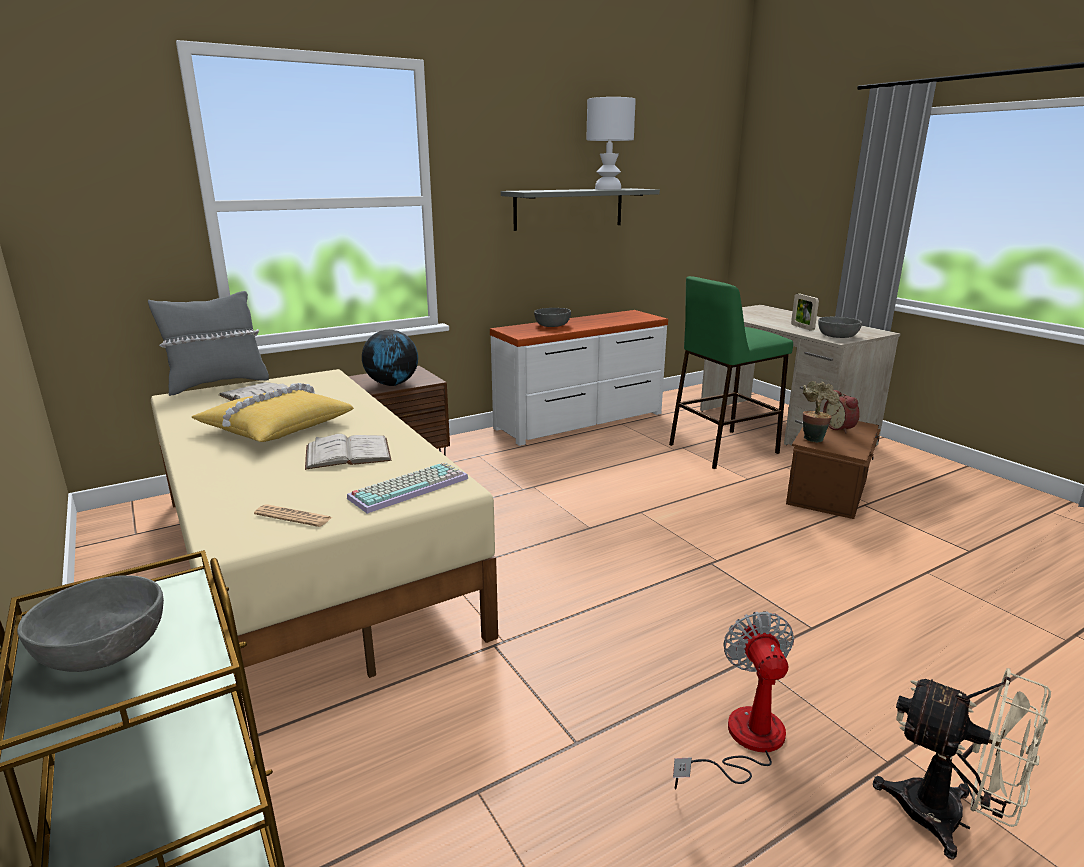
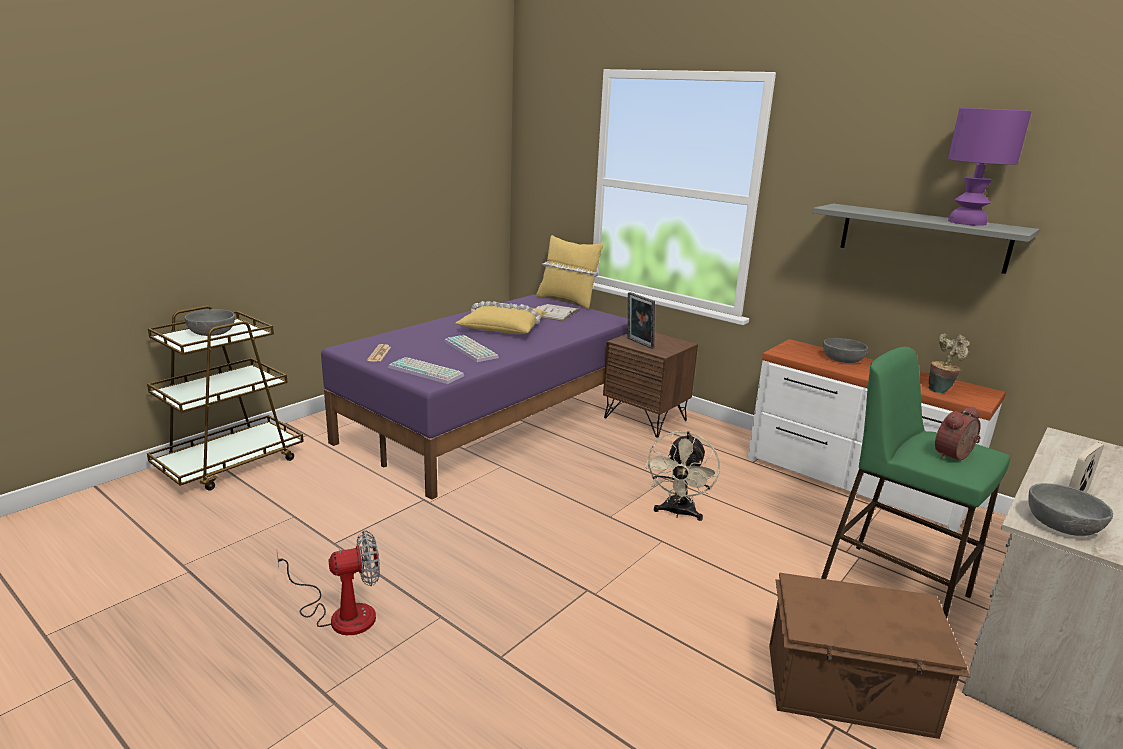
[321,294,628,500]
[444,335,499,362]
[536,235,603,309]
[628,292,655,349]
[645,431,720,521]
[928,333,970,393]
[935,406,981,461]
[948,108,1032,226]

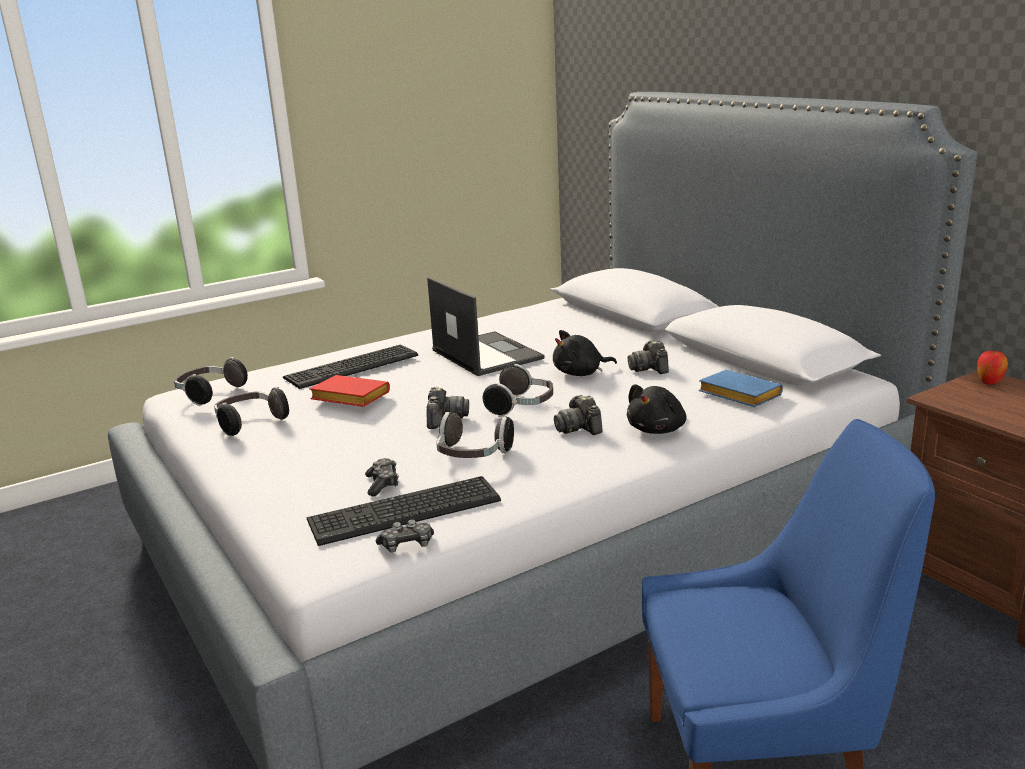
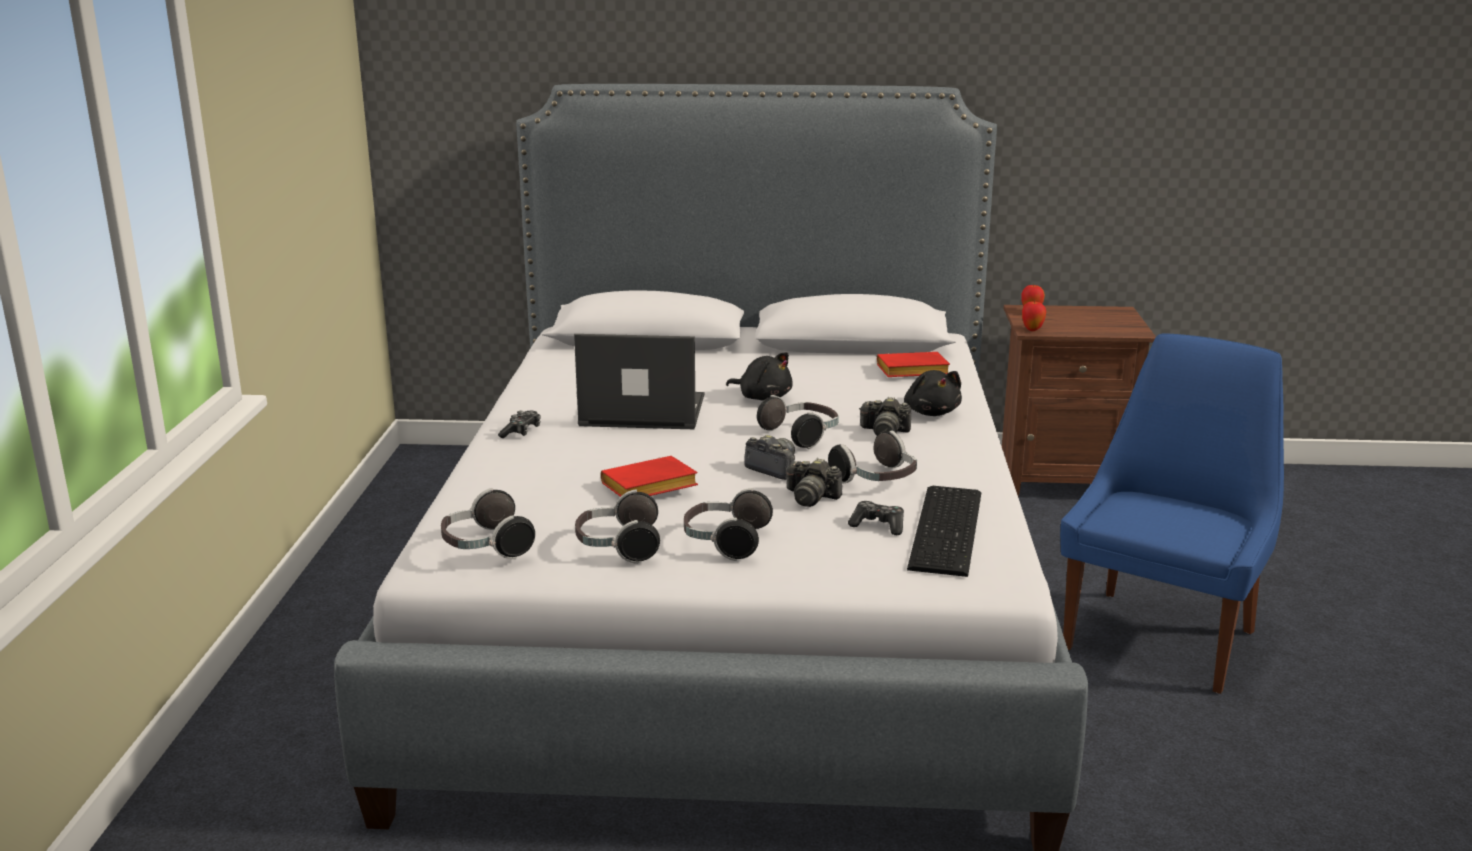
[498,411,541,438]
[684,488,773,561]
[726,352,793,401]
[786,458,842,507]
[877,352,950,377]
[1022,301,1046,331]
[283,344,418,389] (first image)

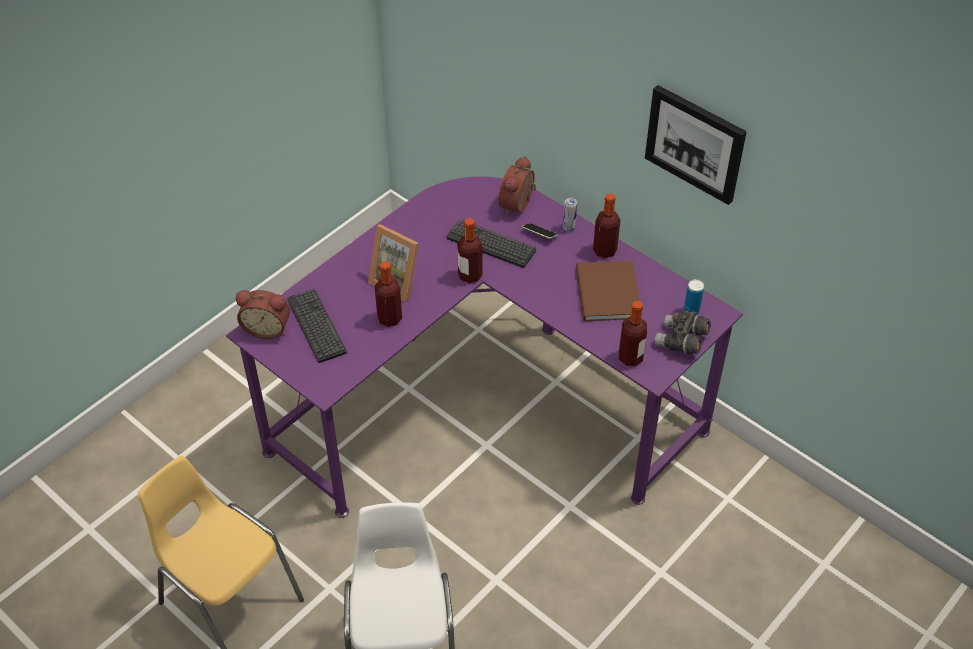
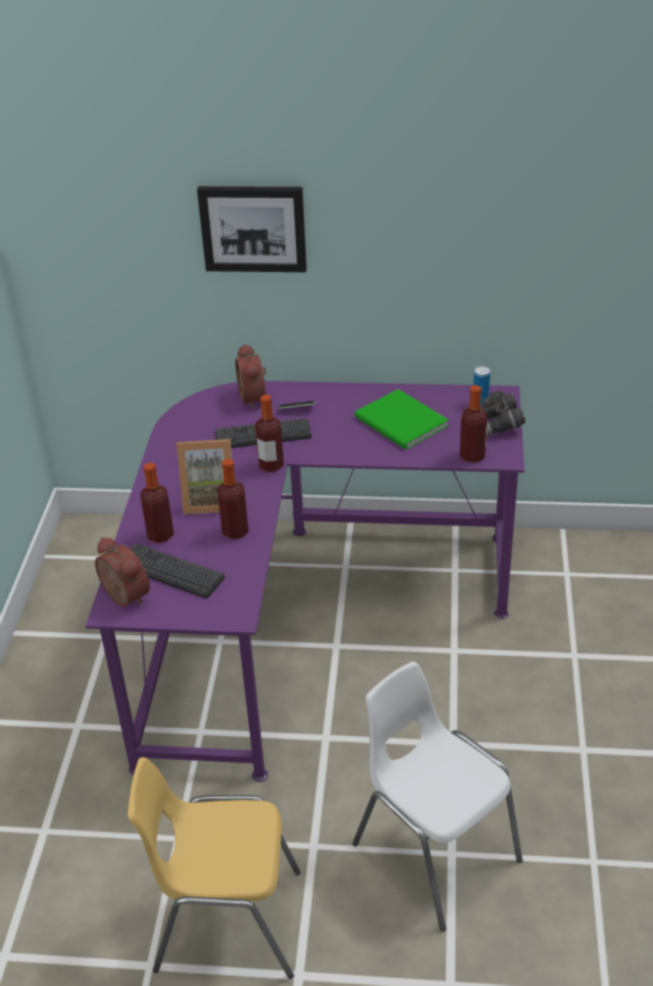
[95,537,150,607]
[140,462,174,543]
[197,186,307,272]
[355,389,449,450]
[563,197,577,231] (first image)

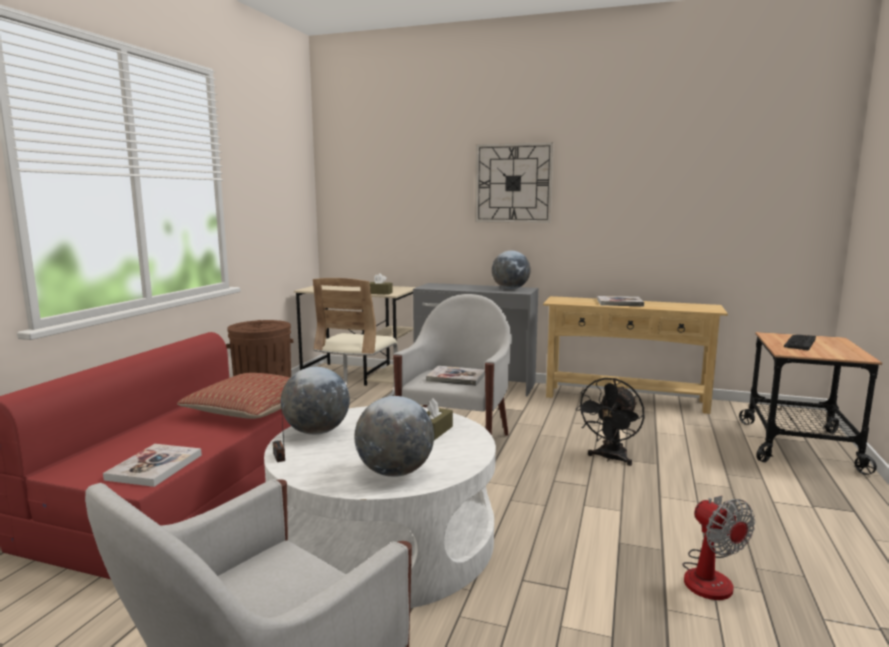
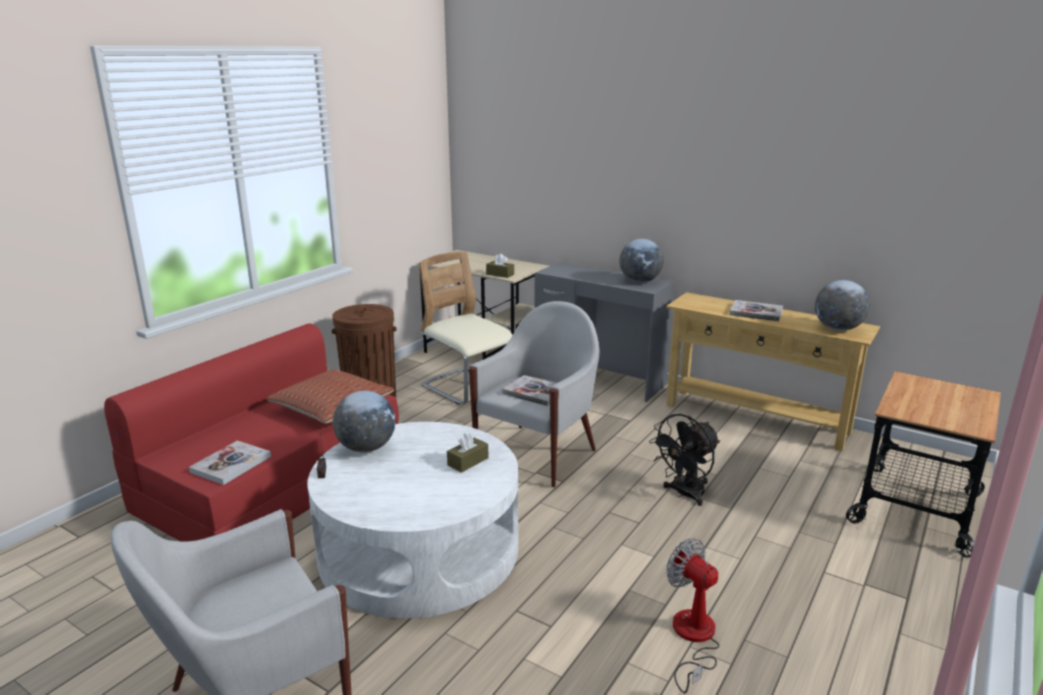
[419,252,513,405]
[666,538,720,693]
[815,280,870,331]
[475,142,554,223] (first image)
[784,335,816,350] (first image)

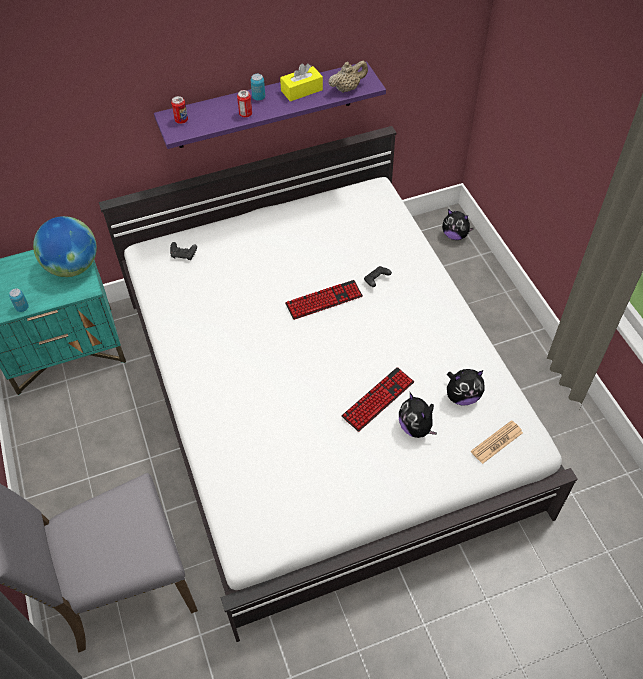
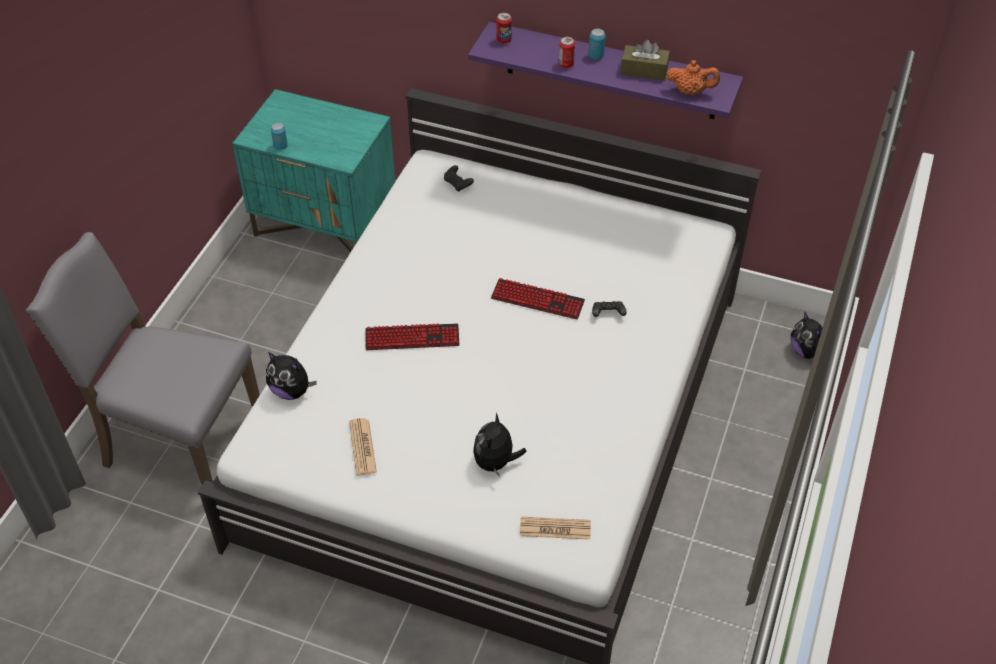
[266,352,317,400]
[349,418,377,475]
[365,323,460,350]
[621,40,670,81]
[666,60,720,95]
[33,216,97,277] (first image)

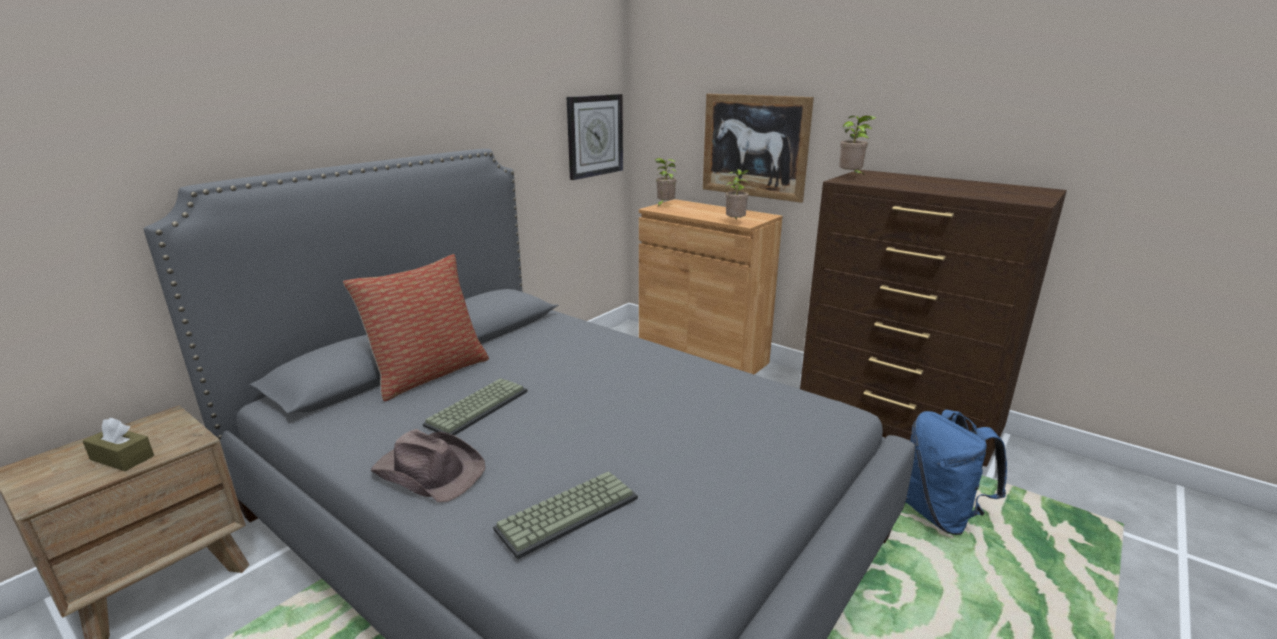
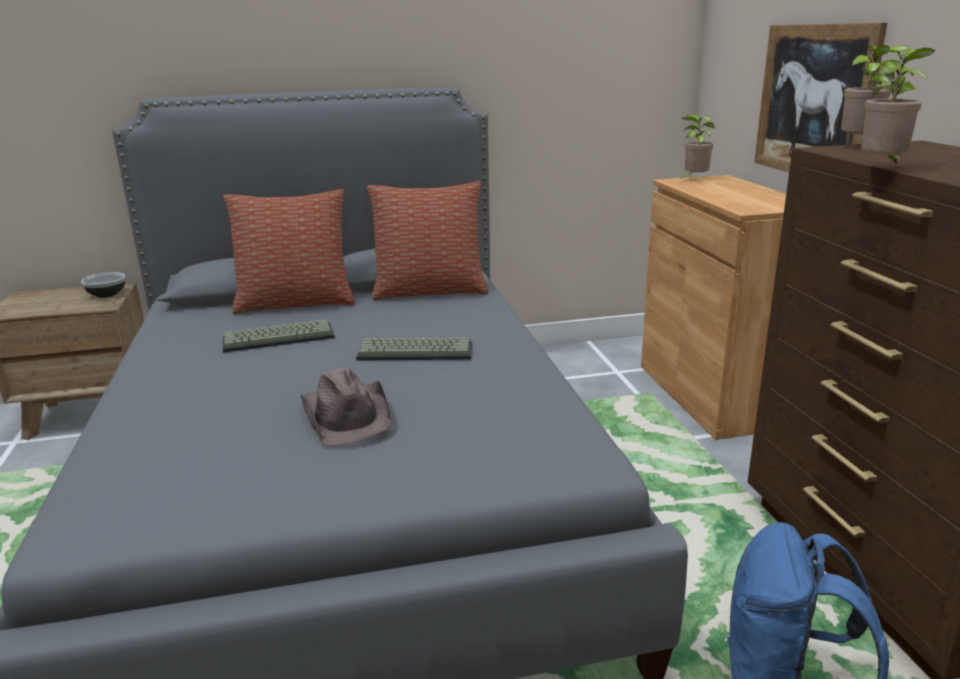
[81,272,125,298]
[300,368,392,446]
[356,337,473,361]
[367,181,488,300]
[861,48,935,165]
[83,418,154,471] (first image)
[567,94,623,180] (first image)

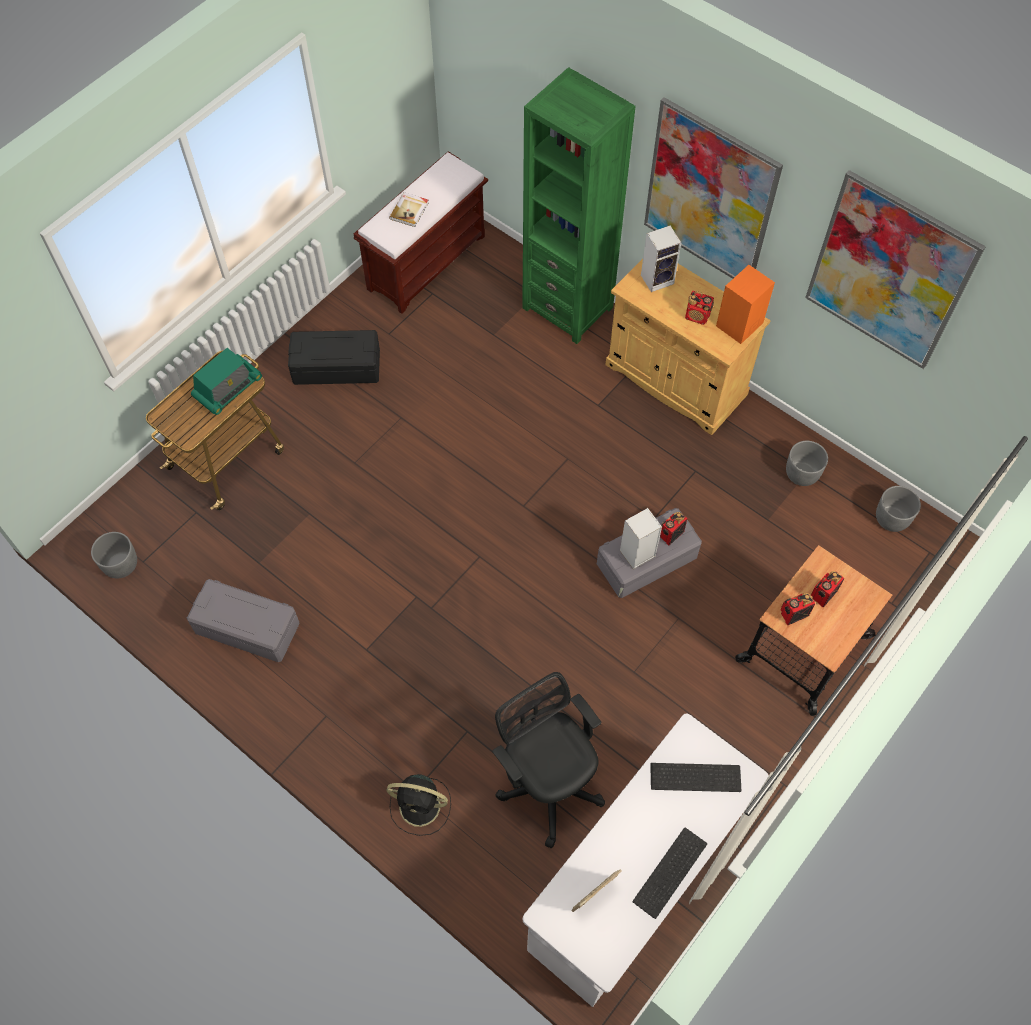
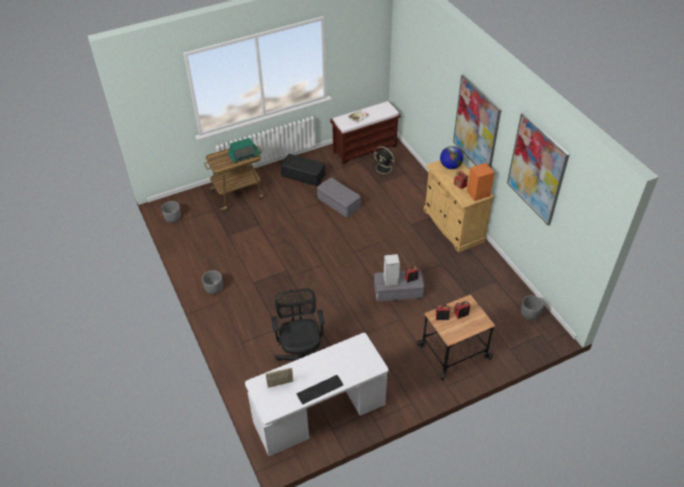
[202,270,223,294]
[317,178,361,218]
[372,146,395,177]
[440,146,463,169]
[522,67,636,344] (first image)
[650,763,742,792] (first image)

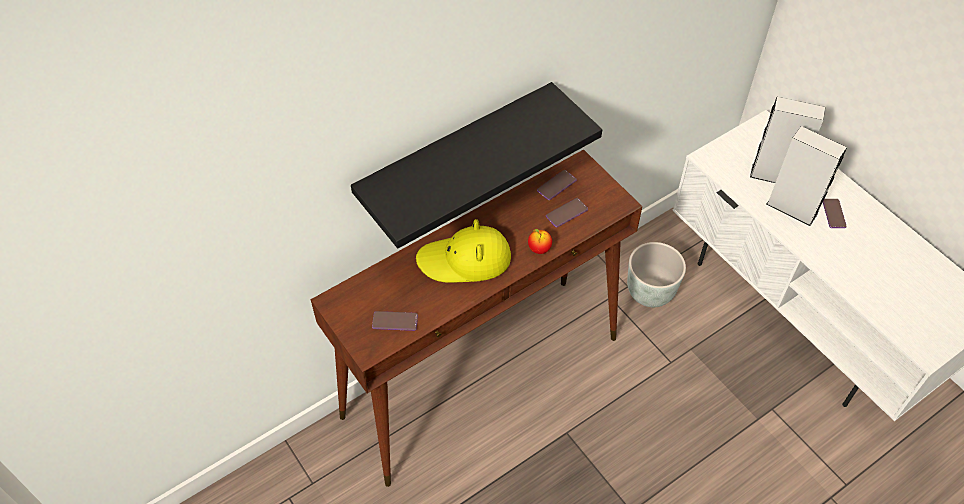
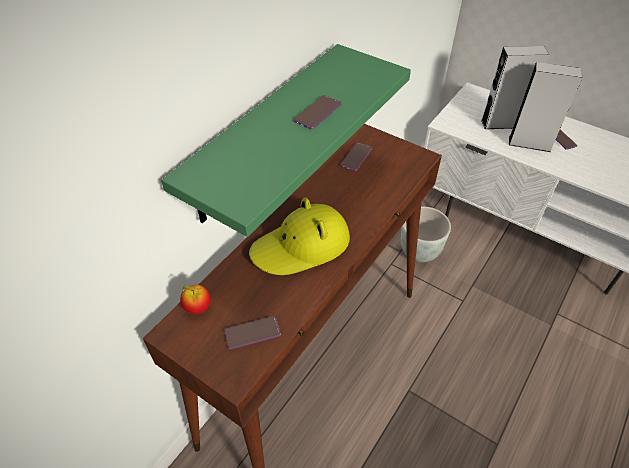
[161,44,411,237]
[180,285,211,315]
[294,95,341,129]

